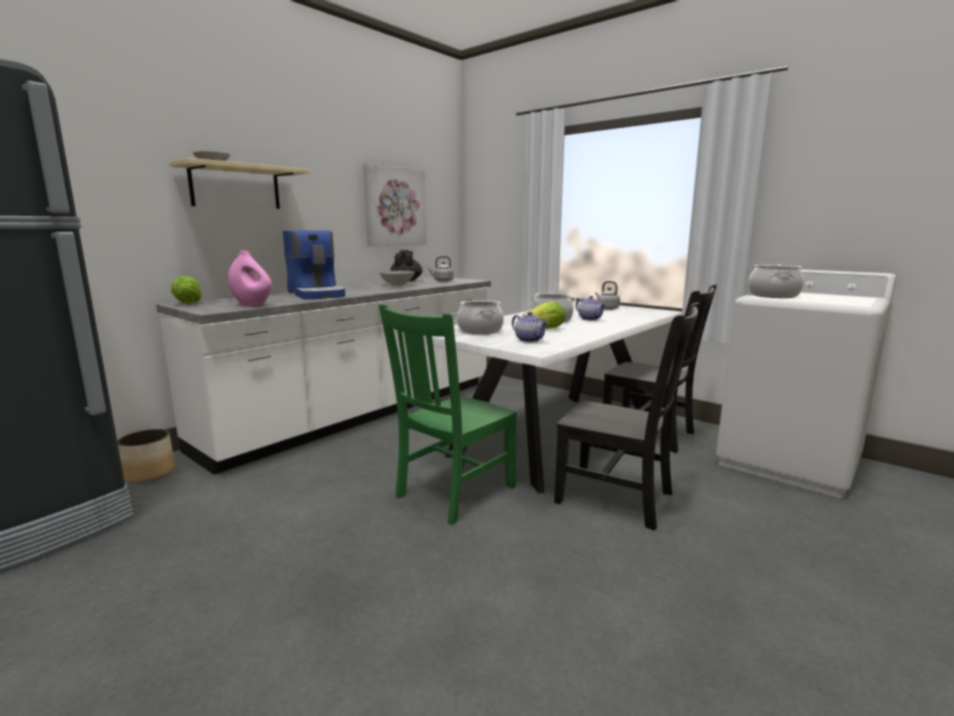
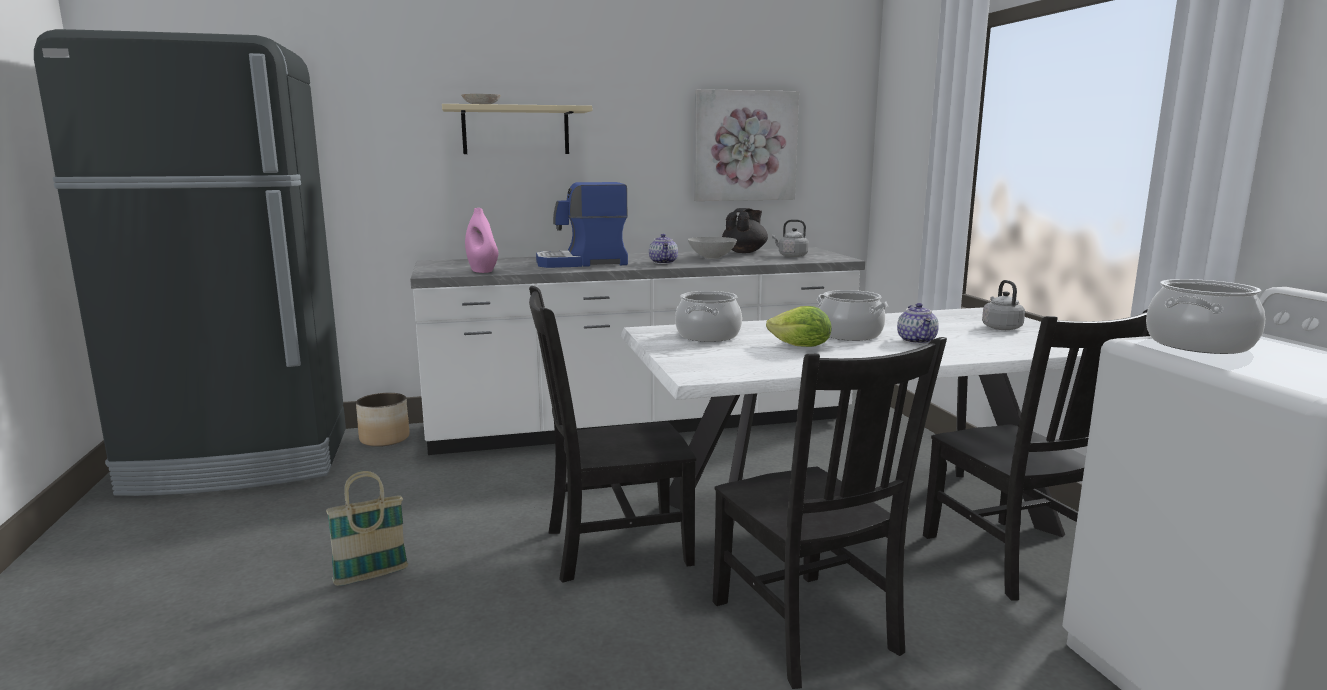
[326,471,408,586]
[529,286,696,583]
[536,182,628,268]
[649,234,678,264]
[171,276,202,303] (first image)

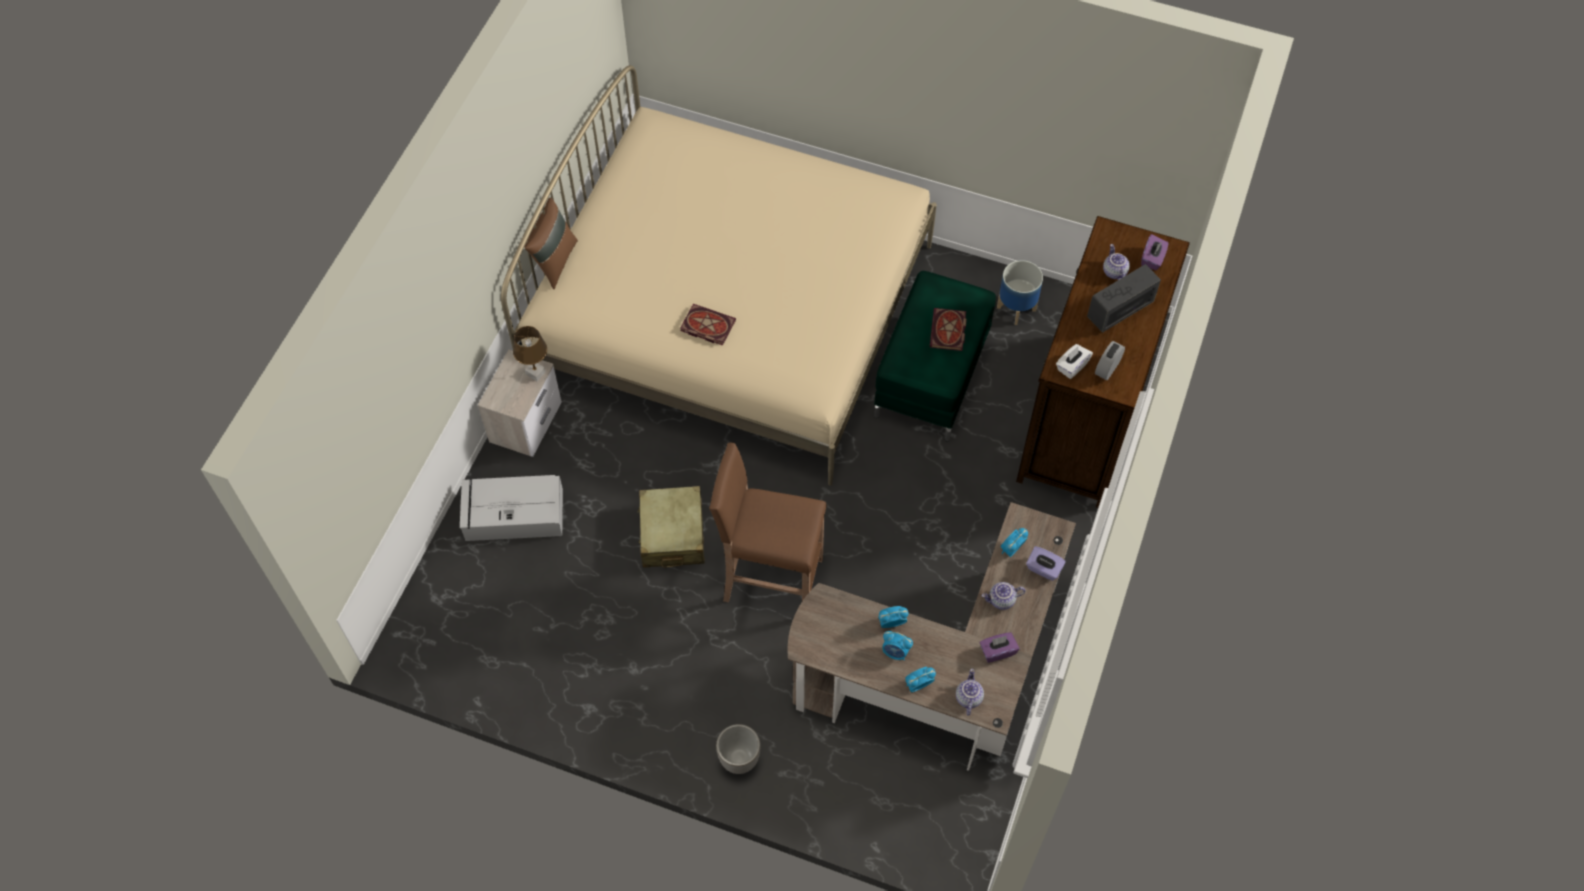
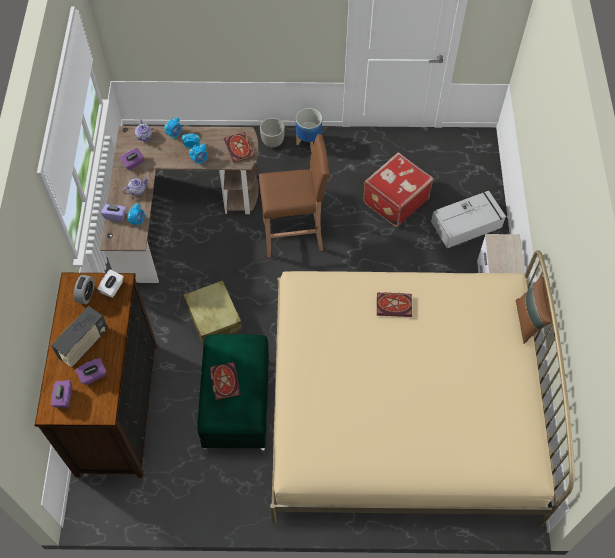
[75,358,106,385]
[184,280,242,345]
[224,132,255,163]
[296,108,322,152]
[363,152,434,227]
[513,326,547,381] (first image)

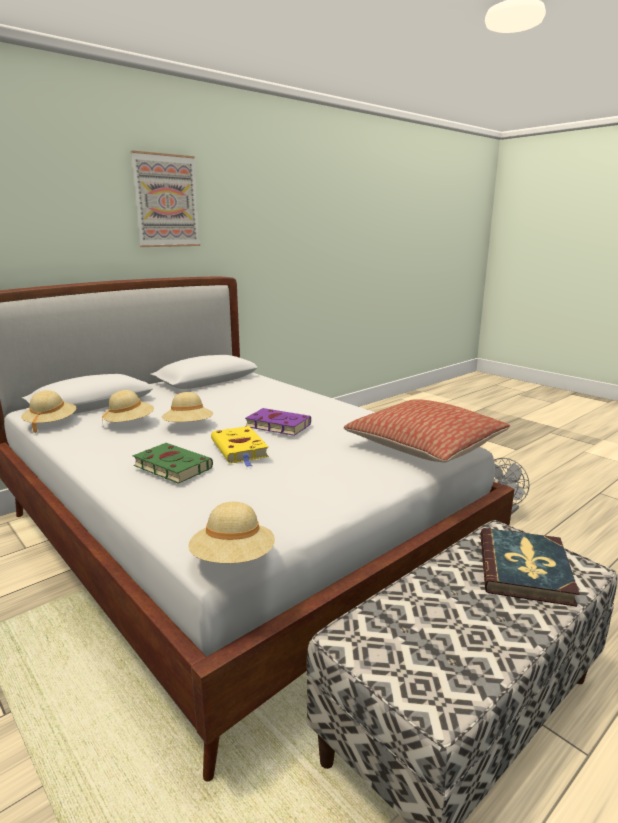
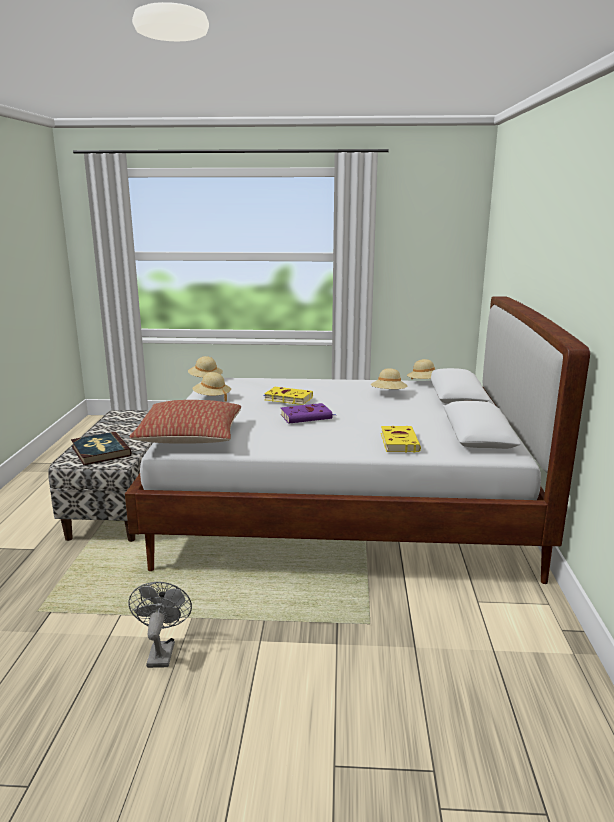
[192,372,231,402]
[381,426,421,453]
[131,150,200,247] (first image)
[133,443,213,484] (first image)

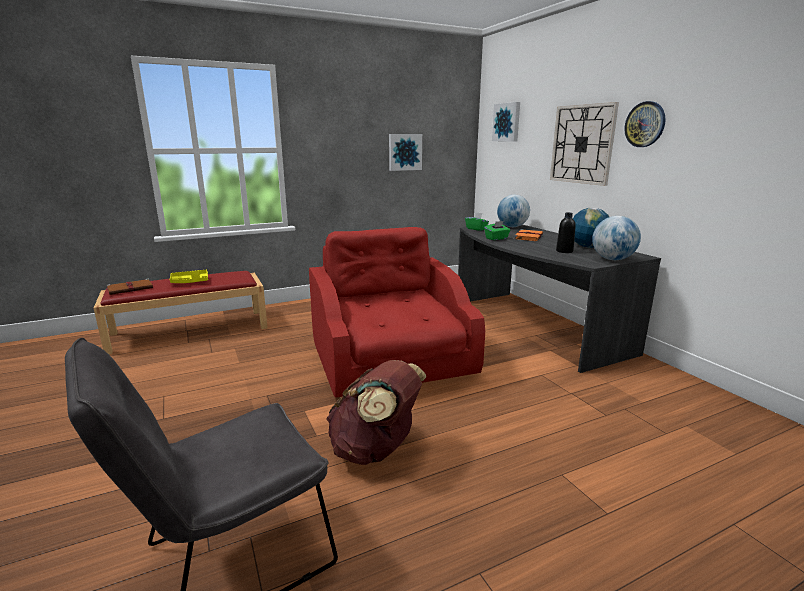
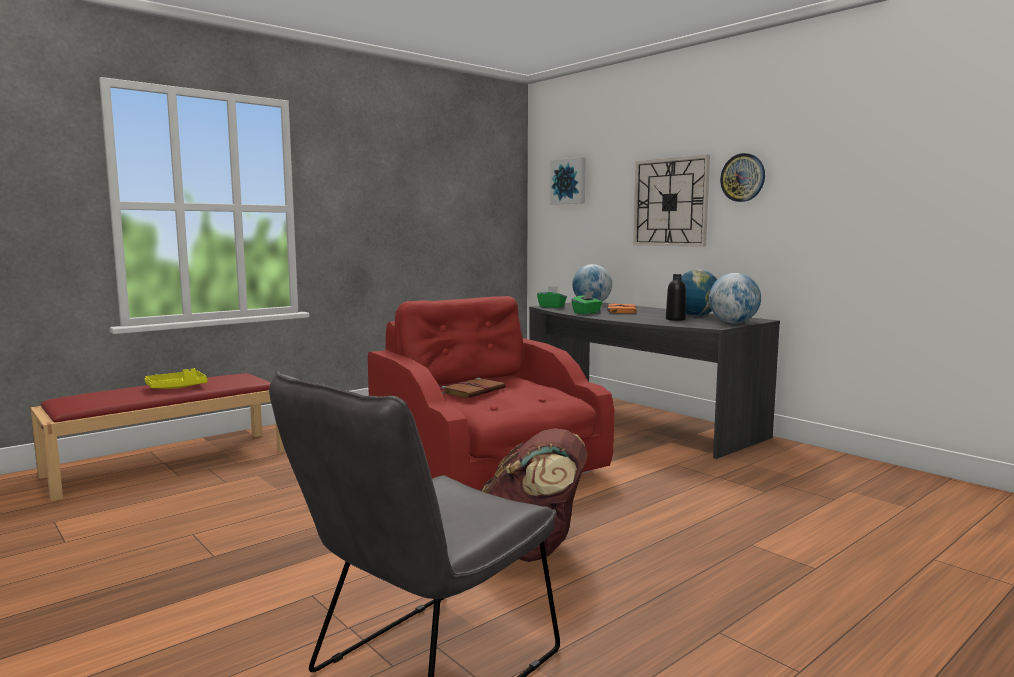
[441,378,506,398]
[389,134,422,171] (first image)

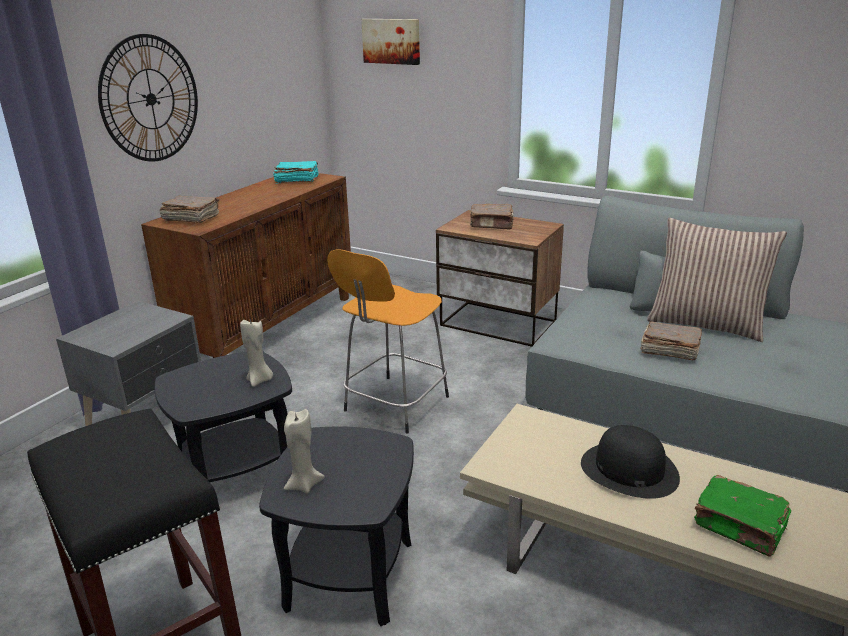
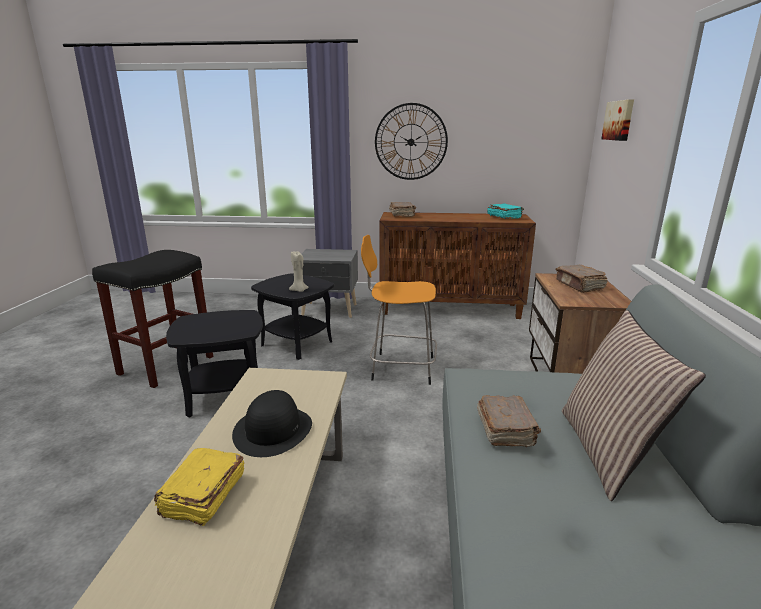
[154,448,244,526]
[284,409,325,494] (first image)

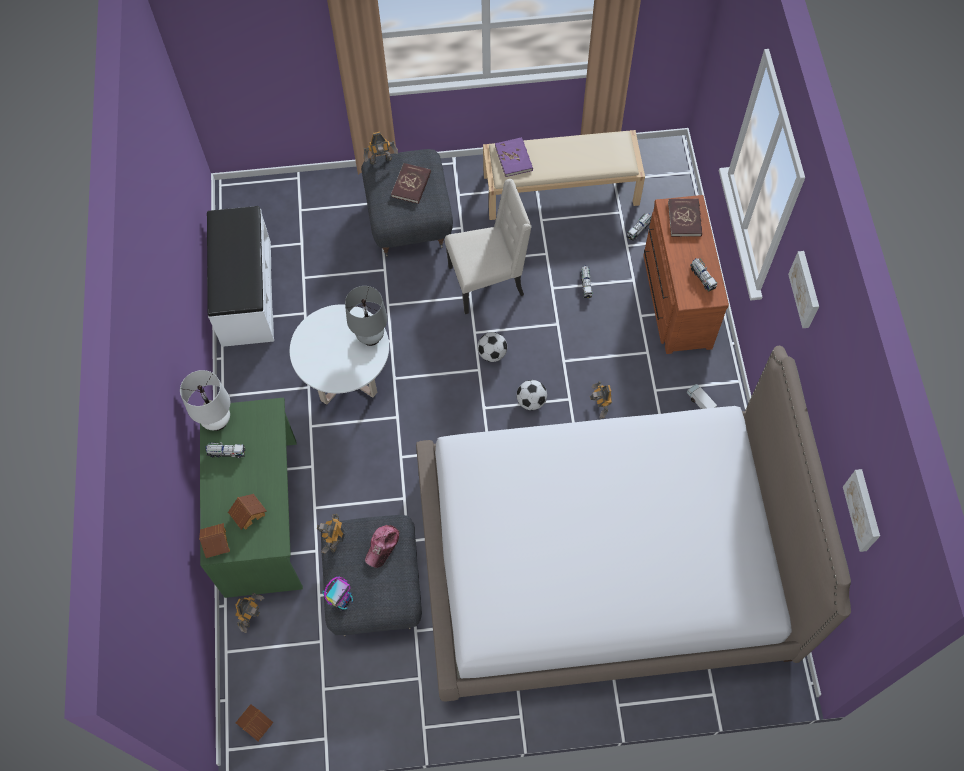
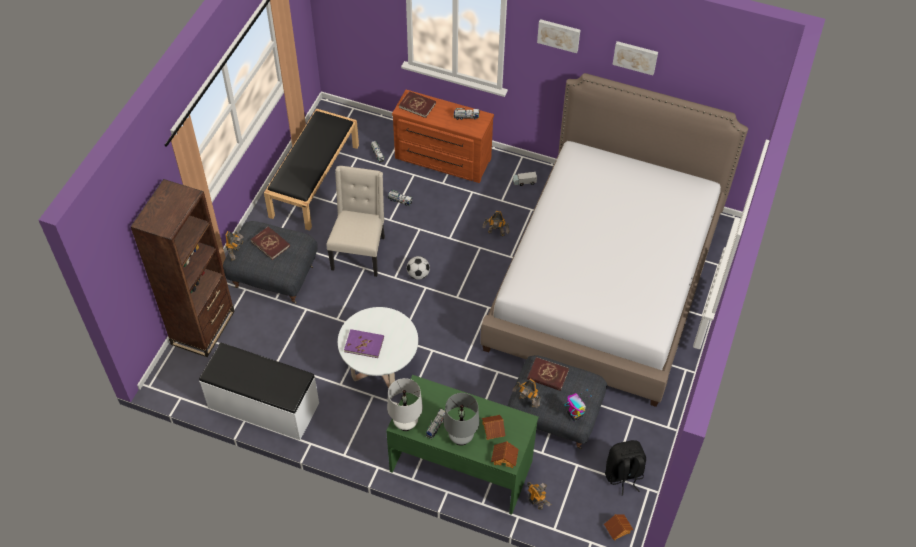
[130,179,235,357]
[264,108,359,231]
[344,329,384,358]
[444,393,479,446]
[527,357,569,391]
[605,440,646,495]
[612,41,658,75]
[517,380,547,410] (first image)

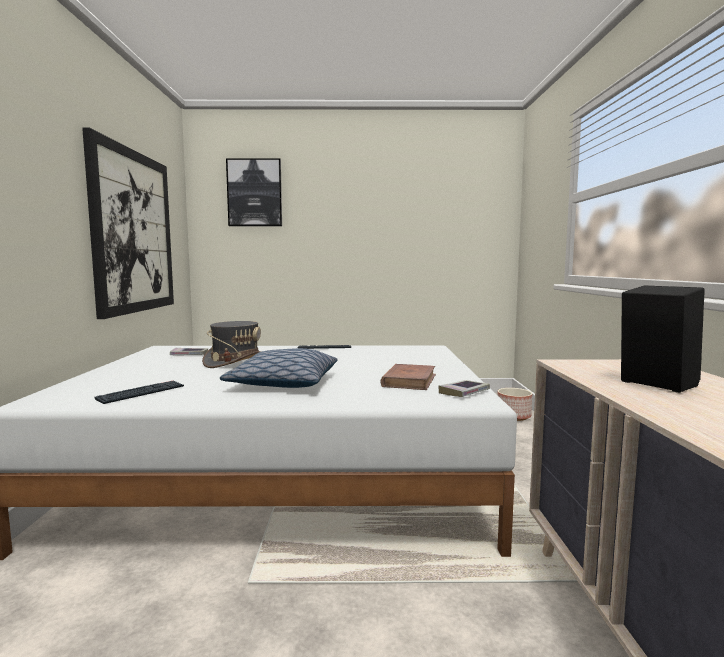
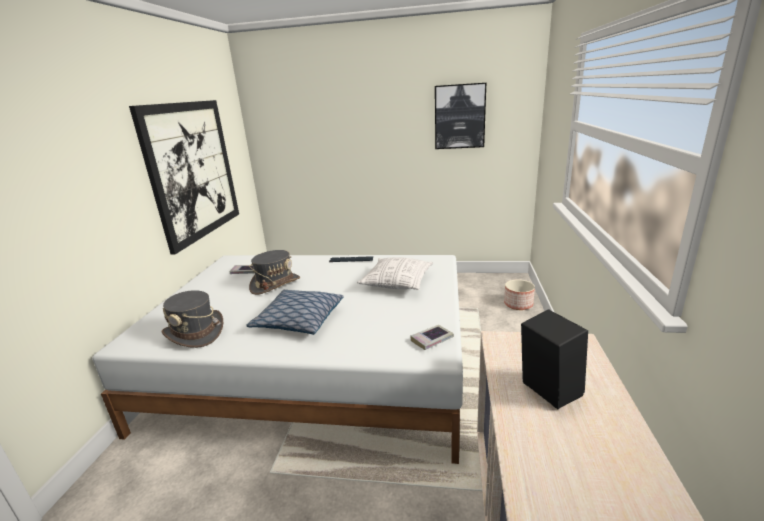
[162,290,223,348]
[357,257,433,290]
[435,83,486,149]
[380,364,436,390] (first image)

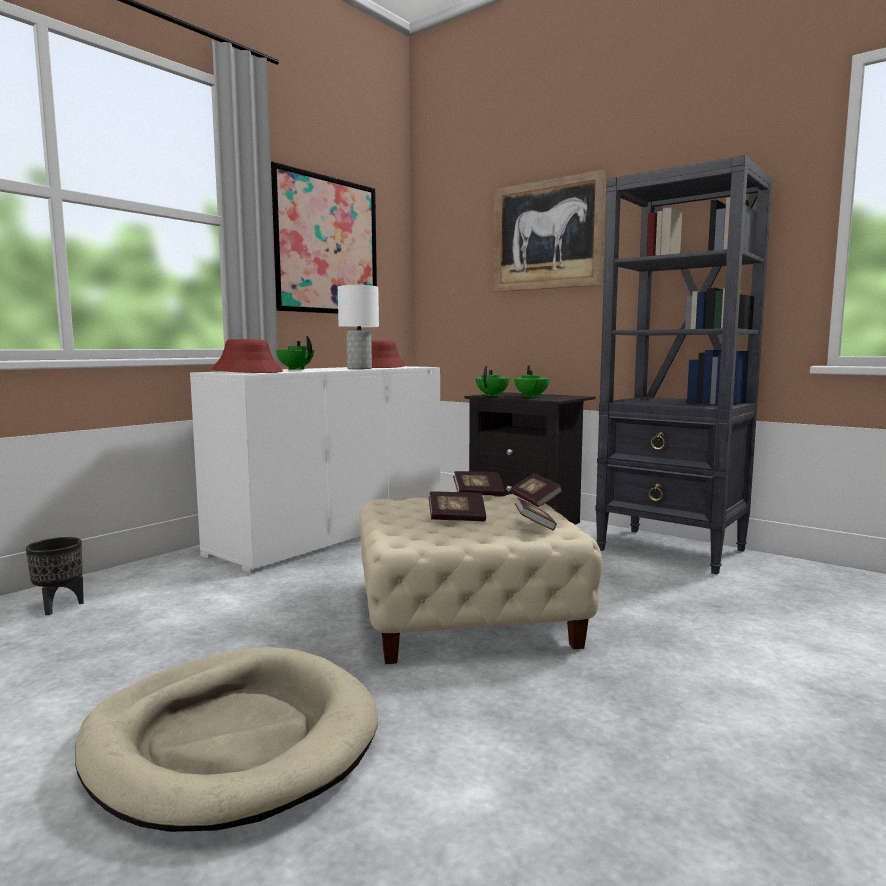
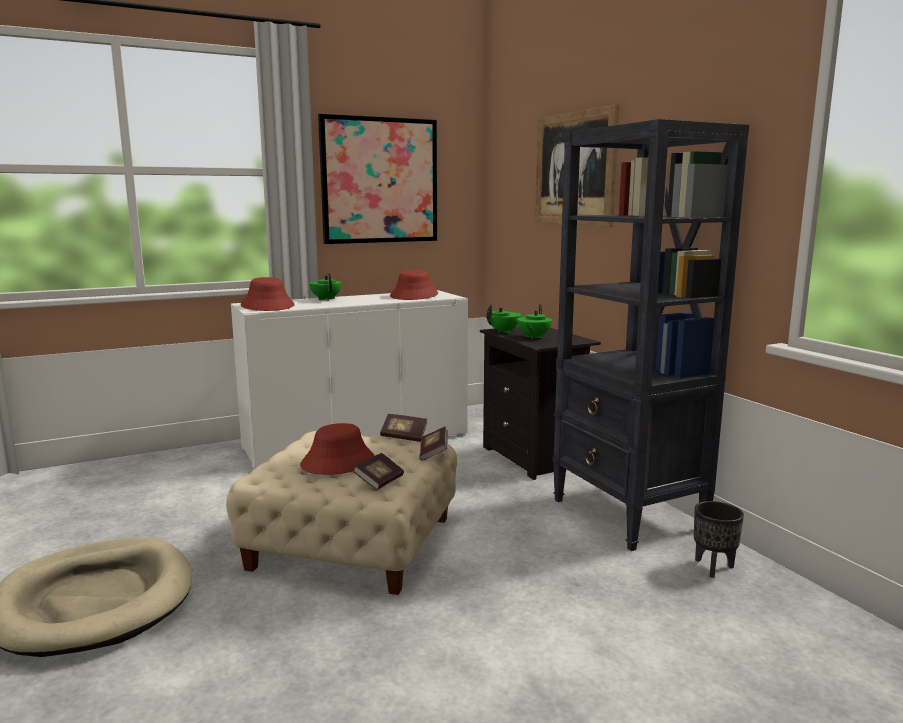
[300,423,375,475]
[694,501,744,578]
[338,285,379,369] (first image)

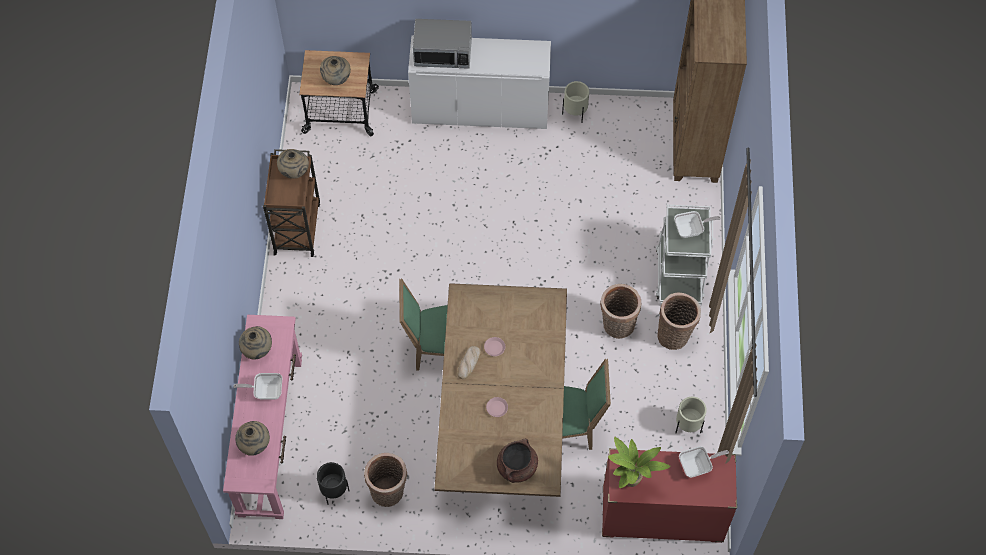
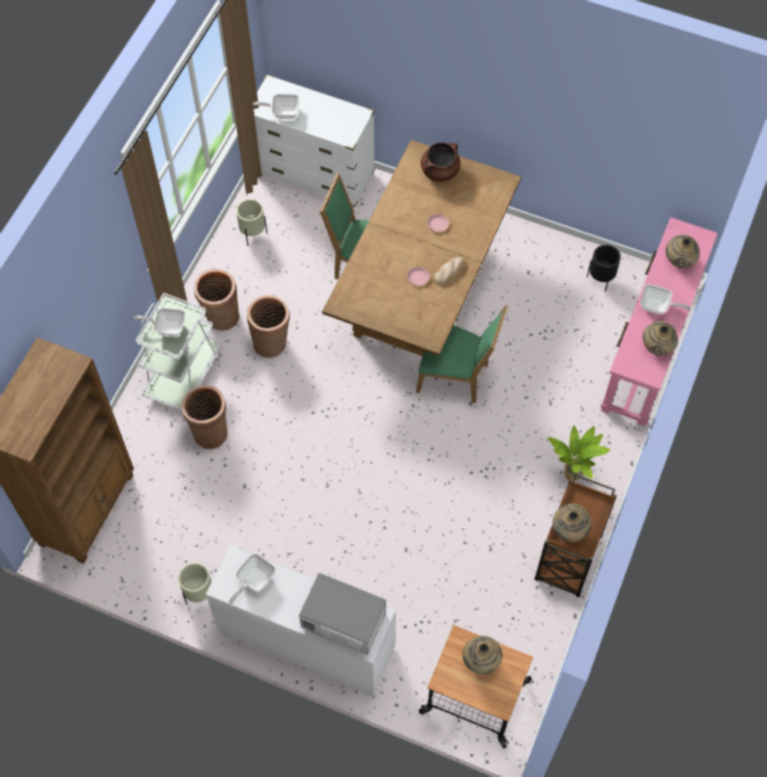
[181,385,228,449]
[229,554,276,604]
[254,75,375,209]
[548,426,610,481]

